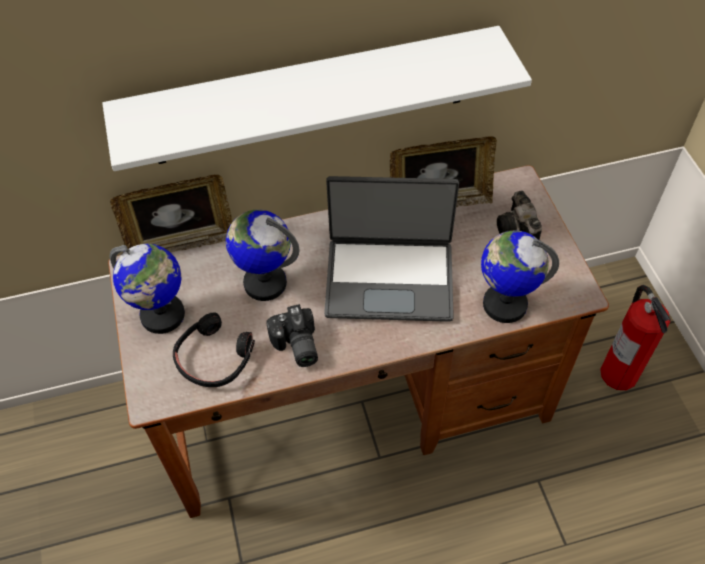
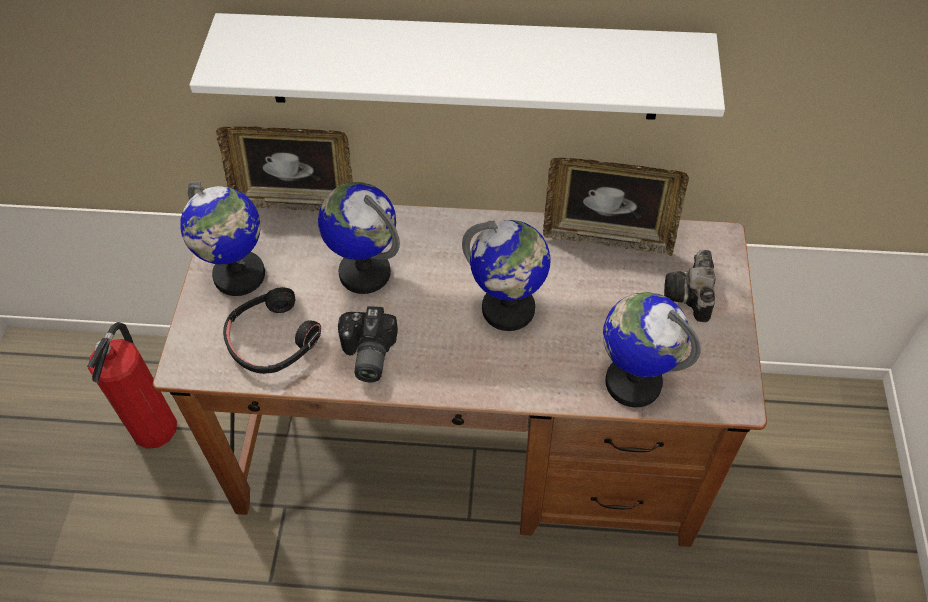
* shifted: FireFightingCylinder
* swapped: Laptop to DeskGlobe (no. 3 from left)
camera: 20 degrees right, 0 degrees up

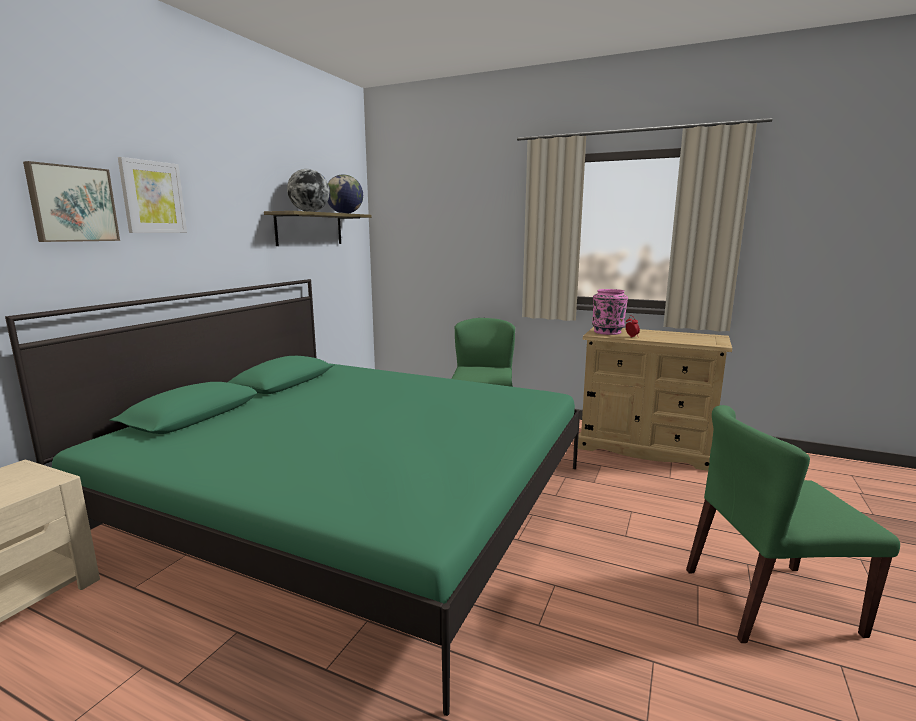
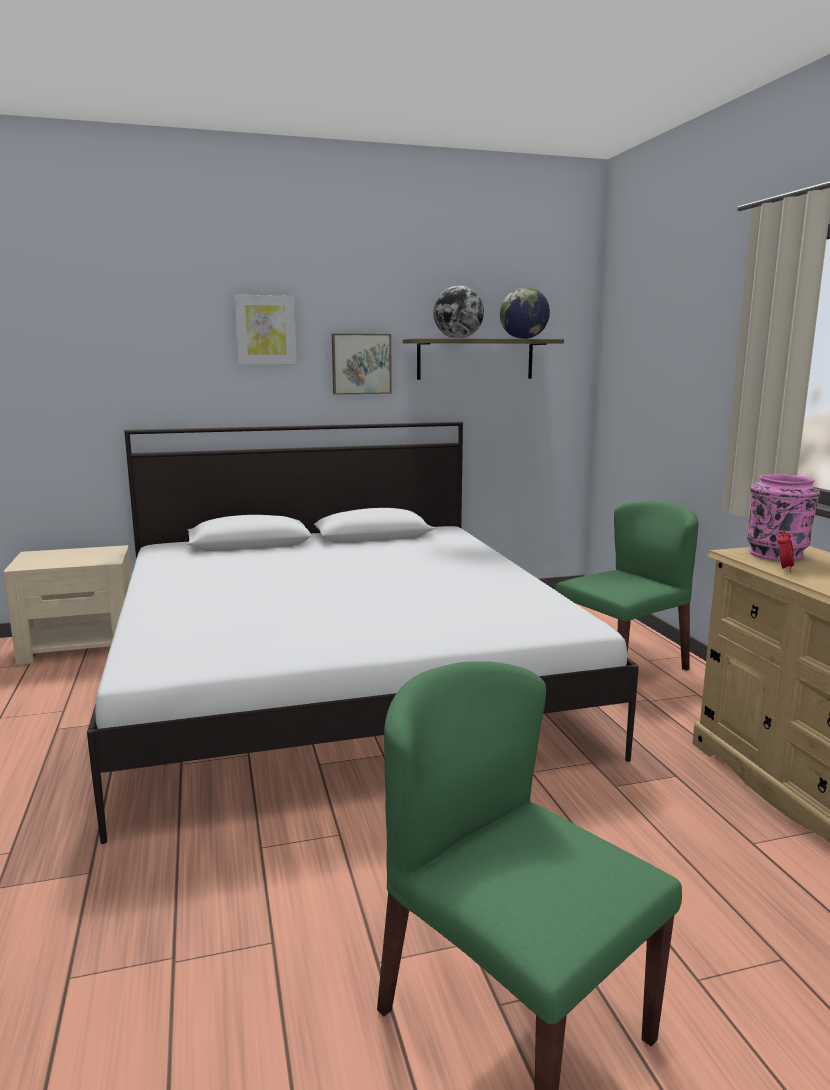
* shifted: Picture (no. 1 from left in the first image) to Picture (no. 2 from left)
* repainted: GreenishBed to WhiteColouredBed
camera: 50 degrees right, 0 degrees up

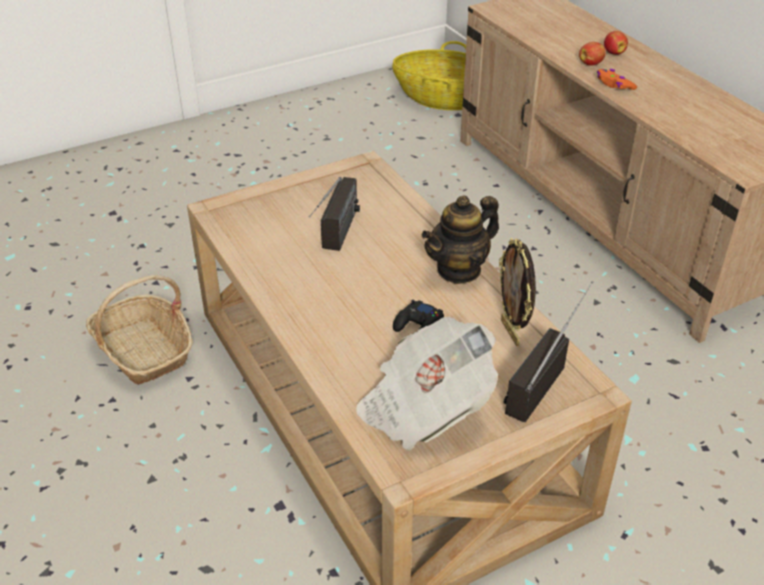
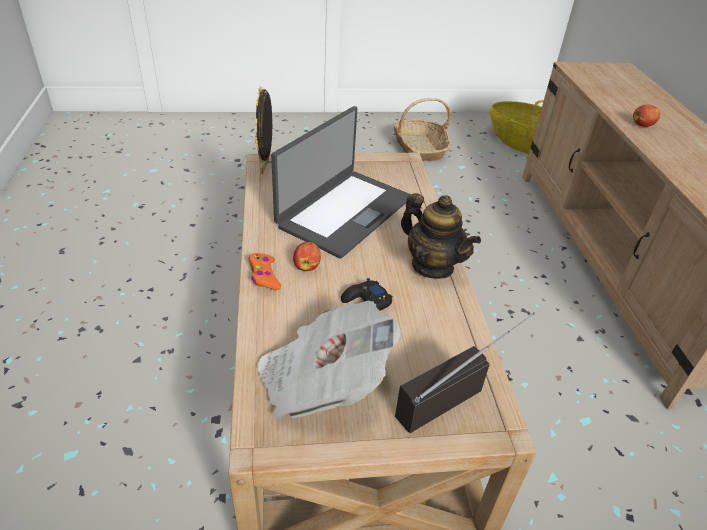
* shifted: HouseholdBasket (no. 1 from left)
* shifted: PhotoFrame
* shifted: OrangeyGamepad
* shifted: WholeApple (no. 2 from left in the first image) to WholeApple (no. 1 from left)
* swapped: Radio (no. 1 from left) to Laptop
* rotated: PotForTea 120 degrees counterclockwise
camera: 20 degrees right, 0 degrees up

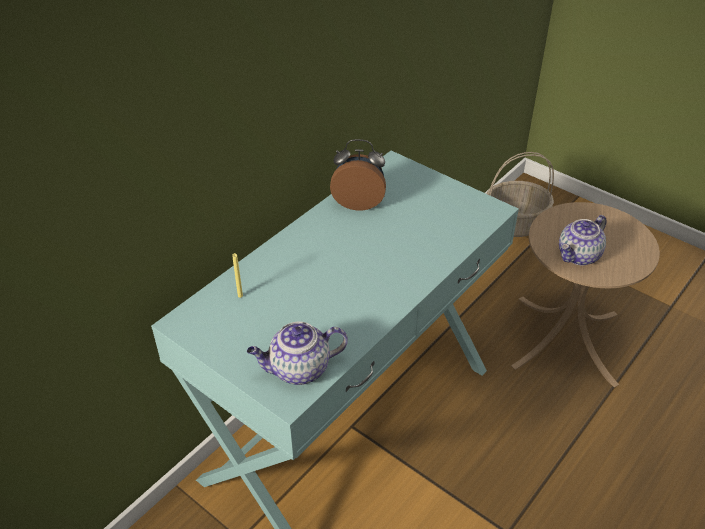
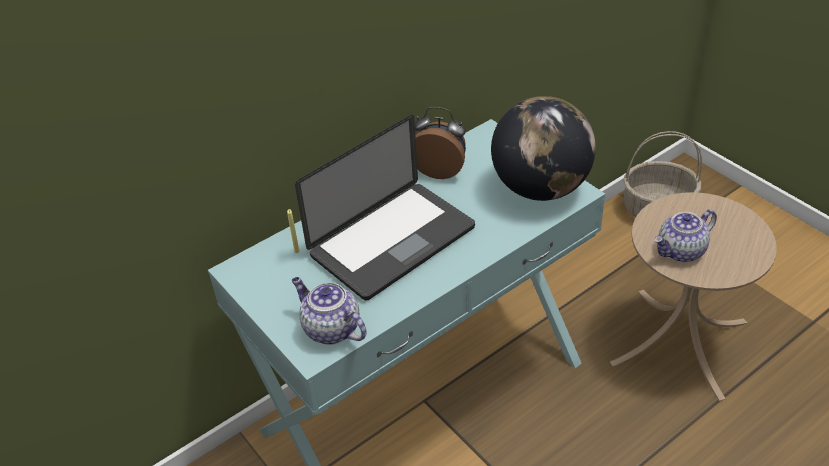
* new: Laptop
* new: DeskGlobe
* rotated: PotForTea (no. 1 from left) 45 degrees clockwise
camera: 15 degrees right, 0 degrees up

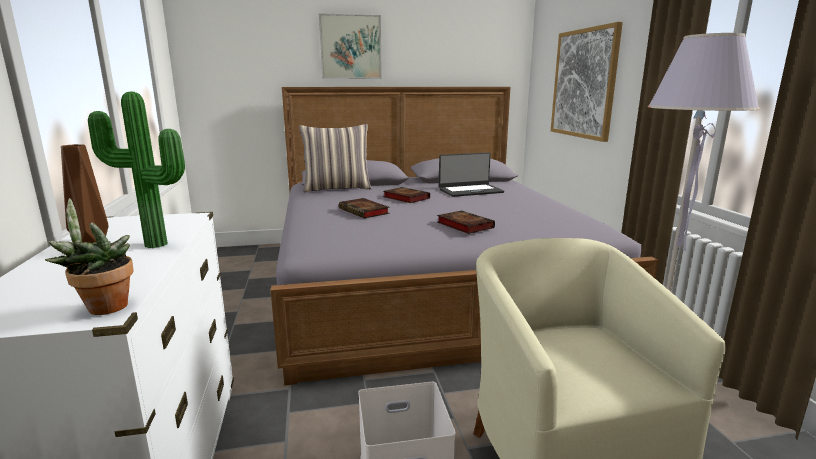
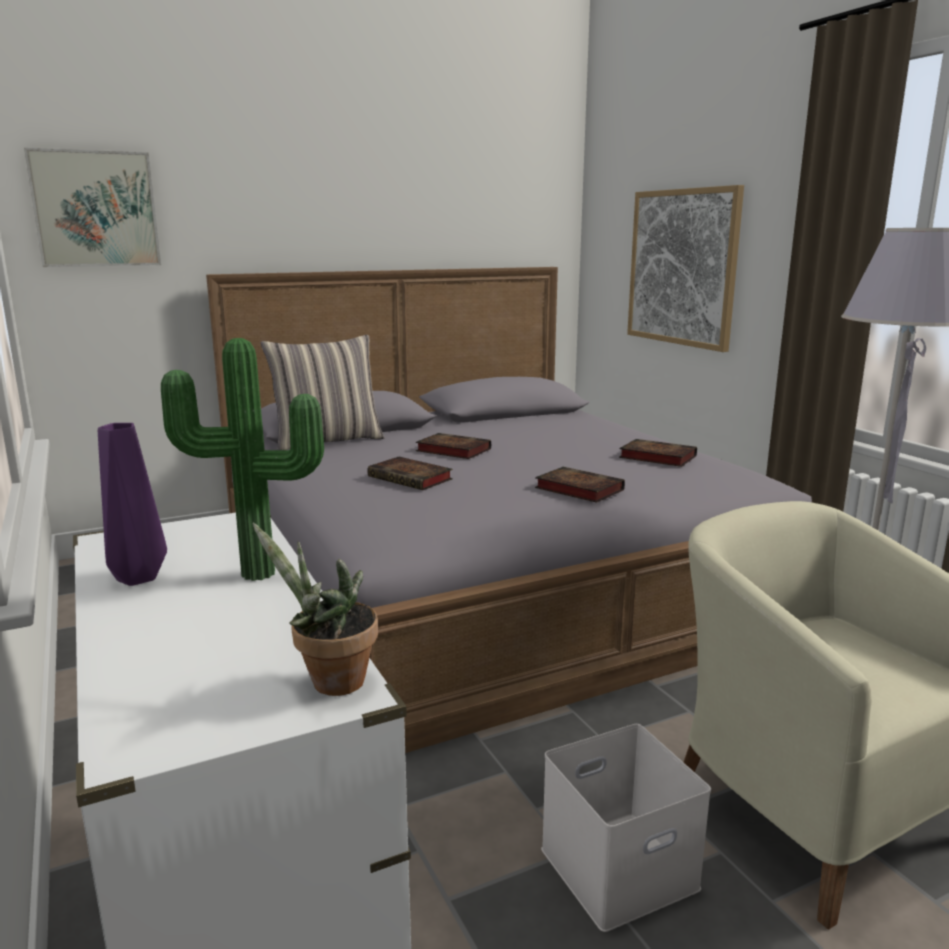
* gone: Laptop
* new: Volume (no. 4 from left)
* shifted: Picture (no. 1 from left)
* repainted: BrownishVase to PurpleColouredVase
camera: 15 degrees left, 0 degrees up

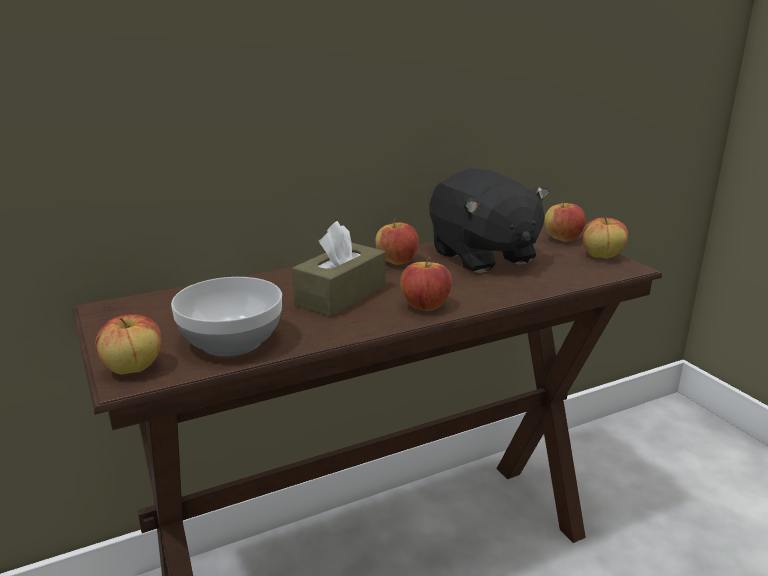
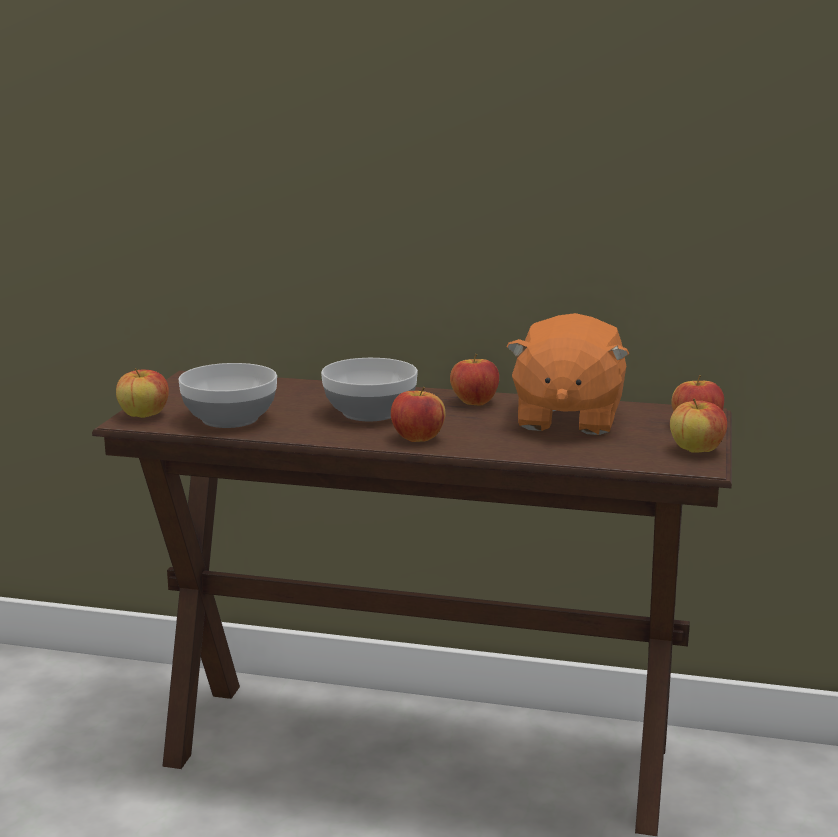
* swapped: BrownishTissueBox to Bowl (no. 2 from left)
* repainted: BlackColouredCuddlyToy to OrangeyCuddlyToy
camera: 40 degrees right, 5 degrees down

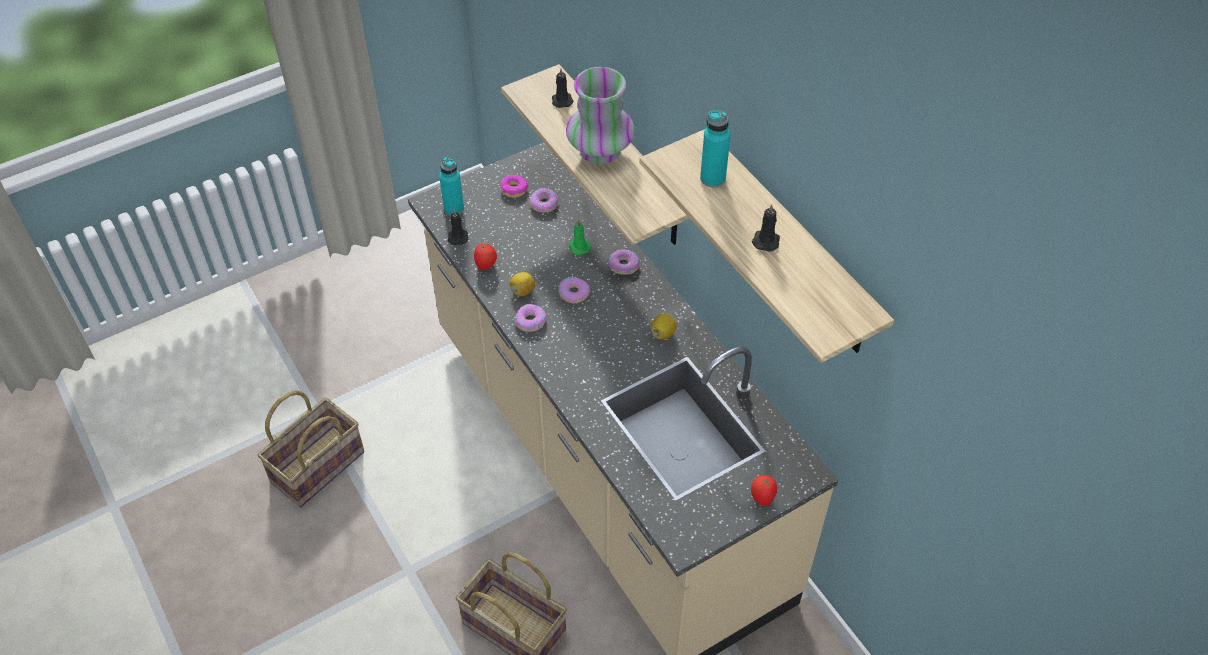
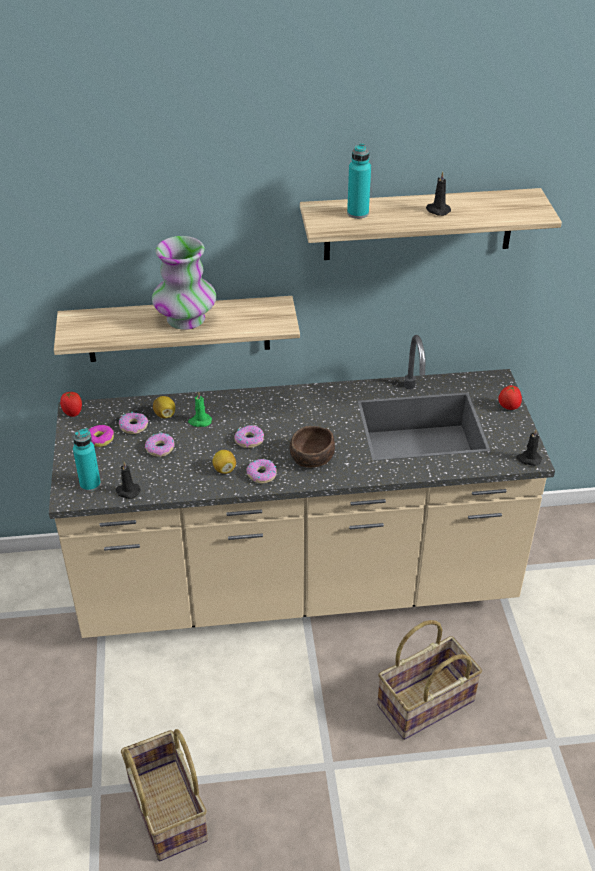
* new: BrownishBowl
* shifted: WholeTomato (no. 1 from left)
* shifted: BlackColouredWaxCandle (no. 2 from left in the first image) to BlackColouredWaxCandle (no. 3 from left)
* shifted: Doughnut (no. 5 from left in the first image) to Doughnut (no. 3 from left)
* shifted: Lemon (no. 2 from left in the first image) to Lemon (no. 1 from left)
camera: 65 degrees left, 10 degrees down

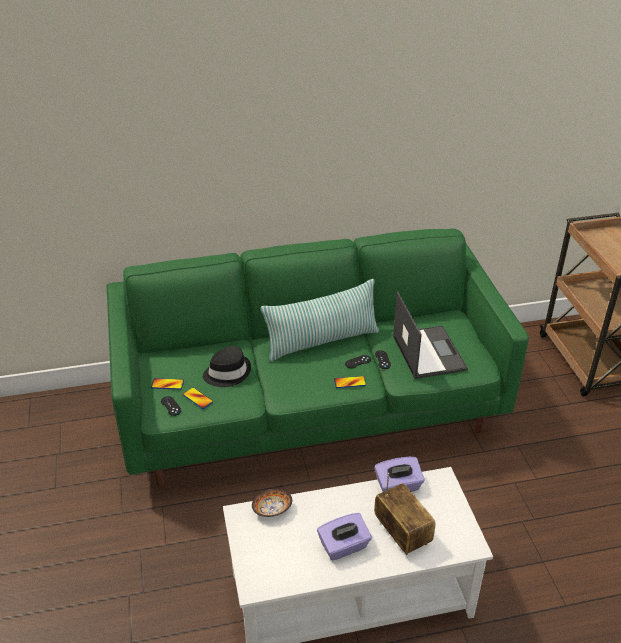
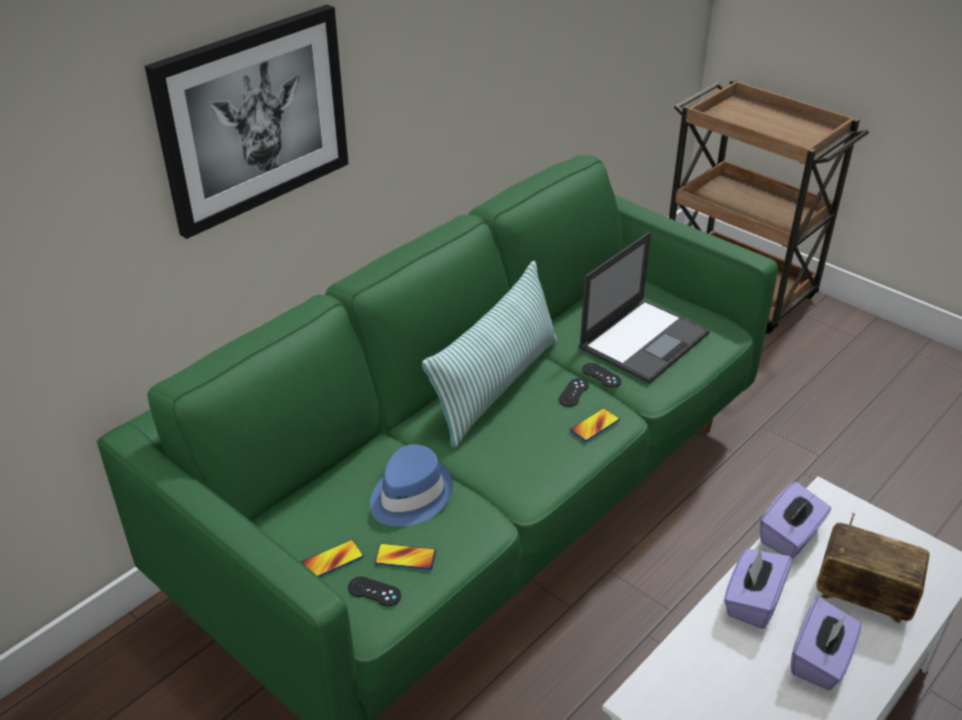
* gone: Bowl
* new: Picture
* new: PurpleColouredTissueBox (no. 1 from left)
* repainted: BlackColouredWearableHat to BluishWearableHat
* rotated: Laptop 90 degrees clockwise
camera: 35 degrees left, 0 degrees up

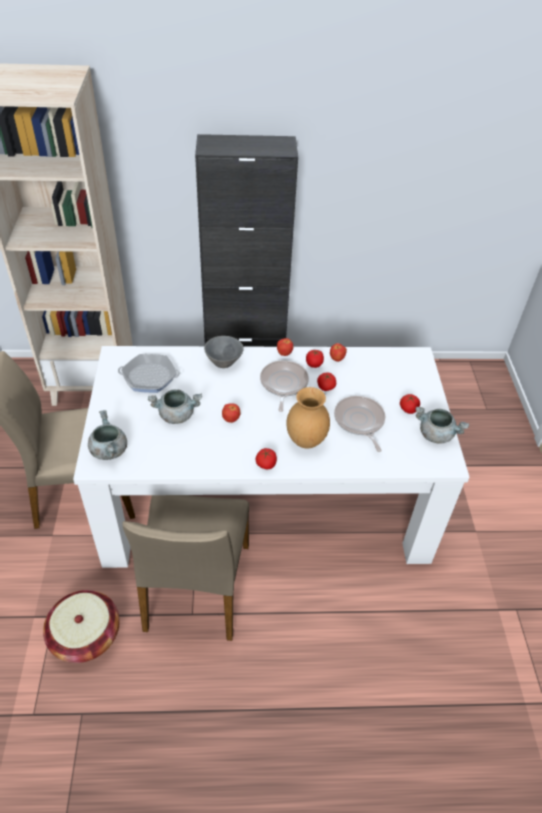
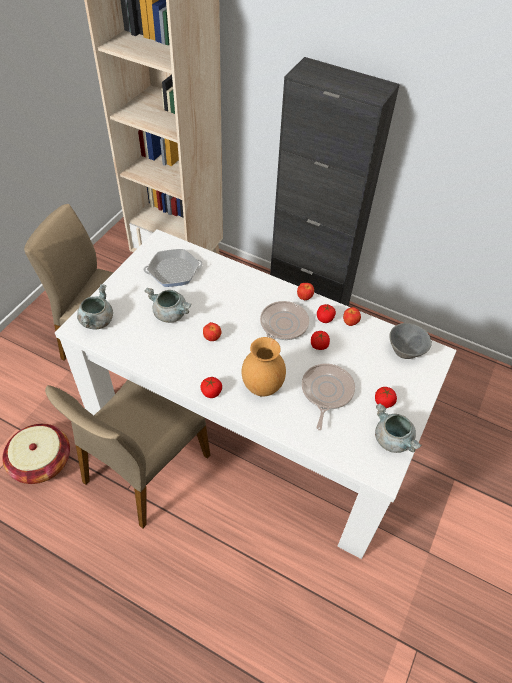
* shifted: GrayBowl
* rotated: Skillet (no. 1 from left) 135 degrees clockwise
camera: 30 degrees right, 5 degrees up

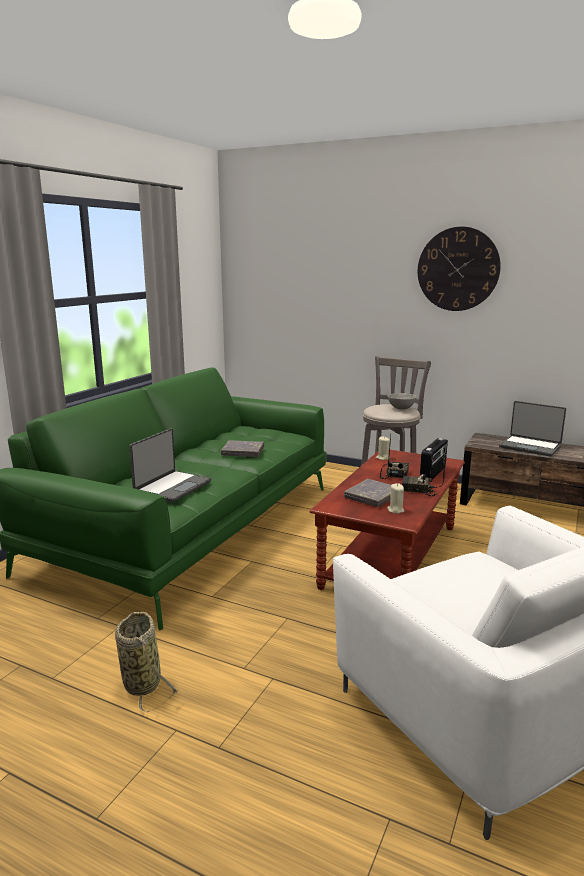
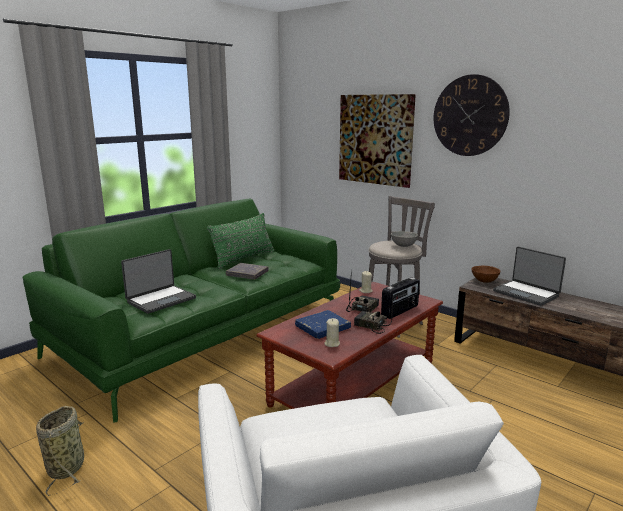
* new: GreenishPillow
* new: Picture
* new: BrownishBowl
* repainted: GrayVolume (no. 2 from left) to BluishVolume
camera: 15 degrees right, 0 degrees up

